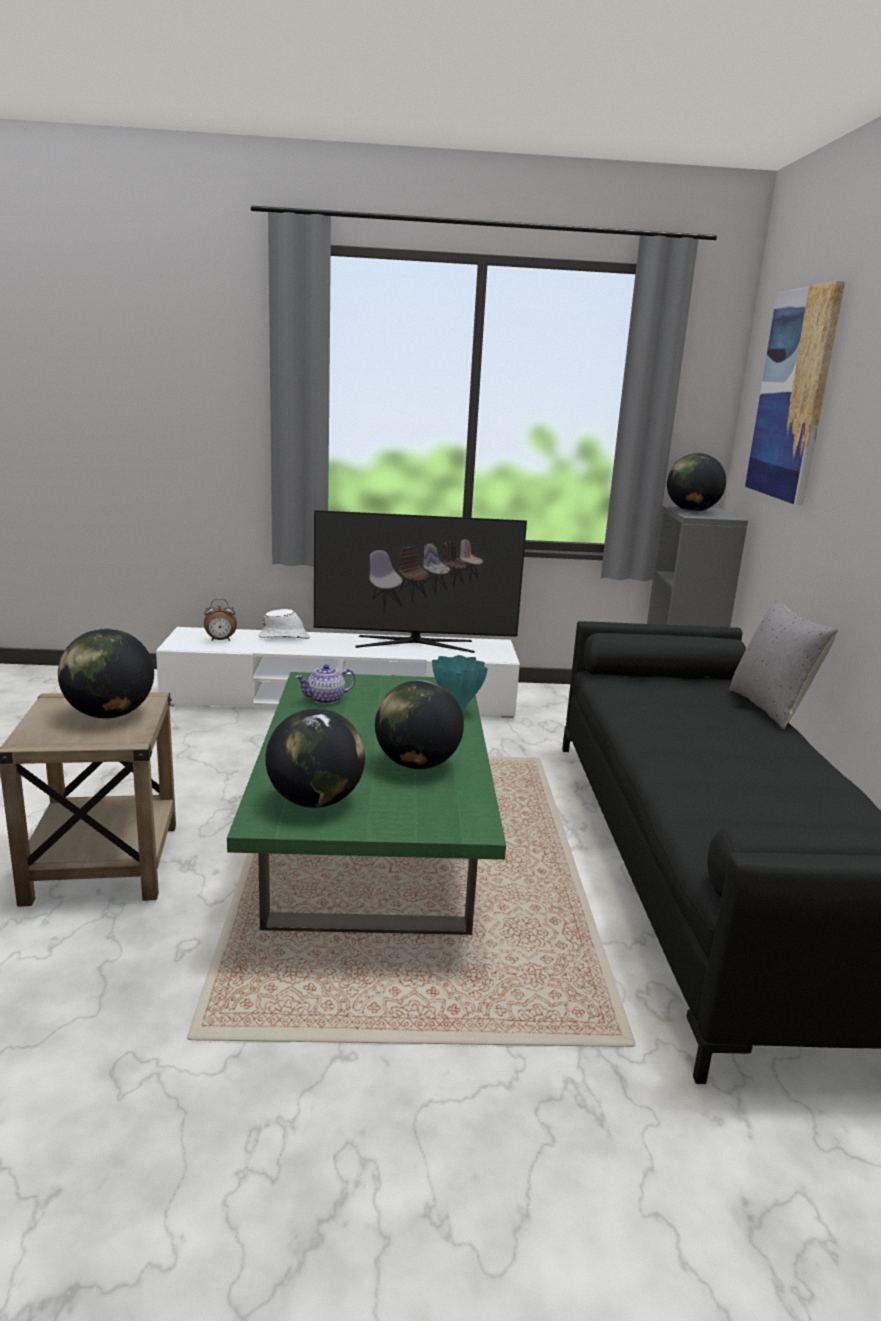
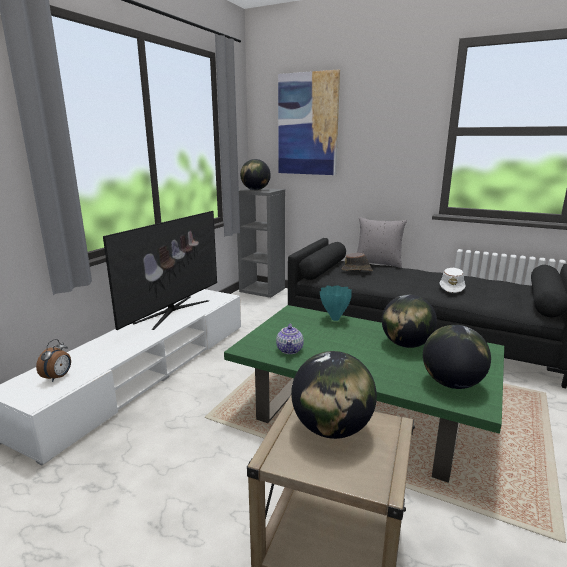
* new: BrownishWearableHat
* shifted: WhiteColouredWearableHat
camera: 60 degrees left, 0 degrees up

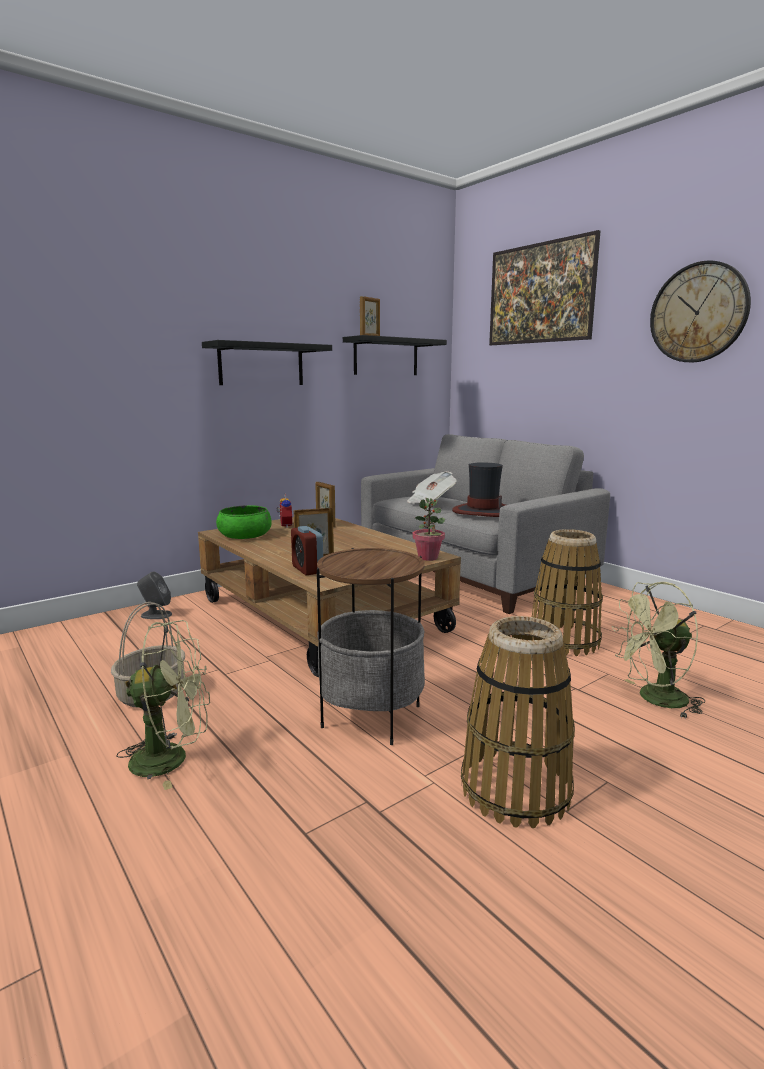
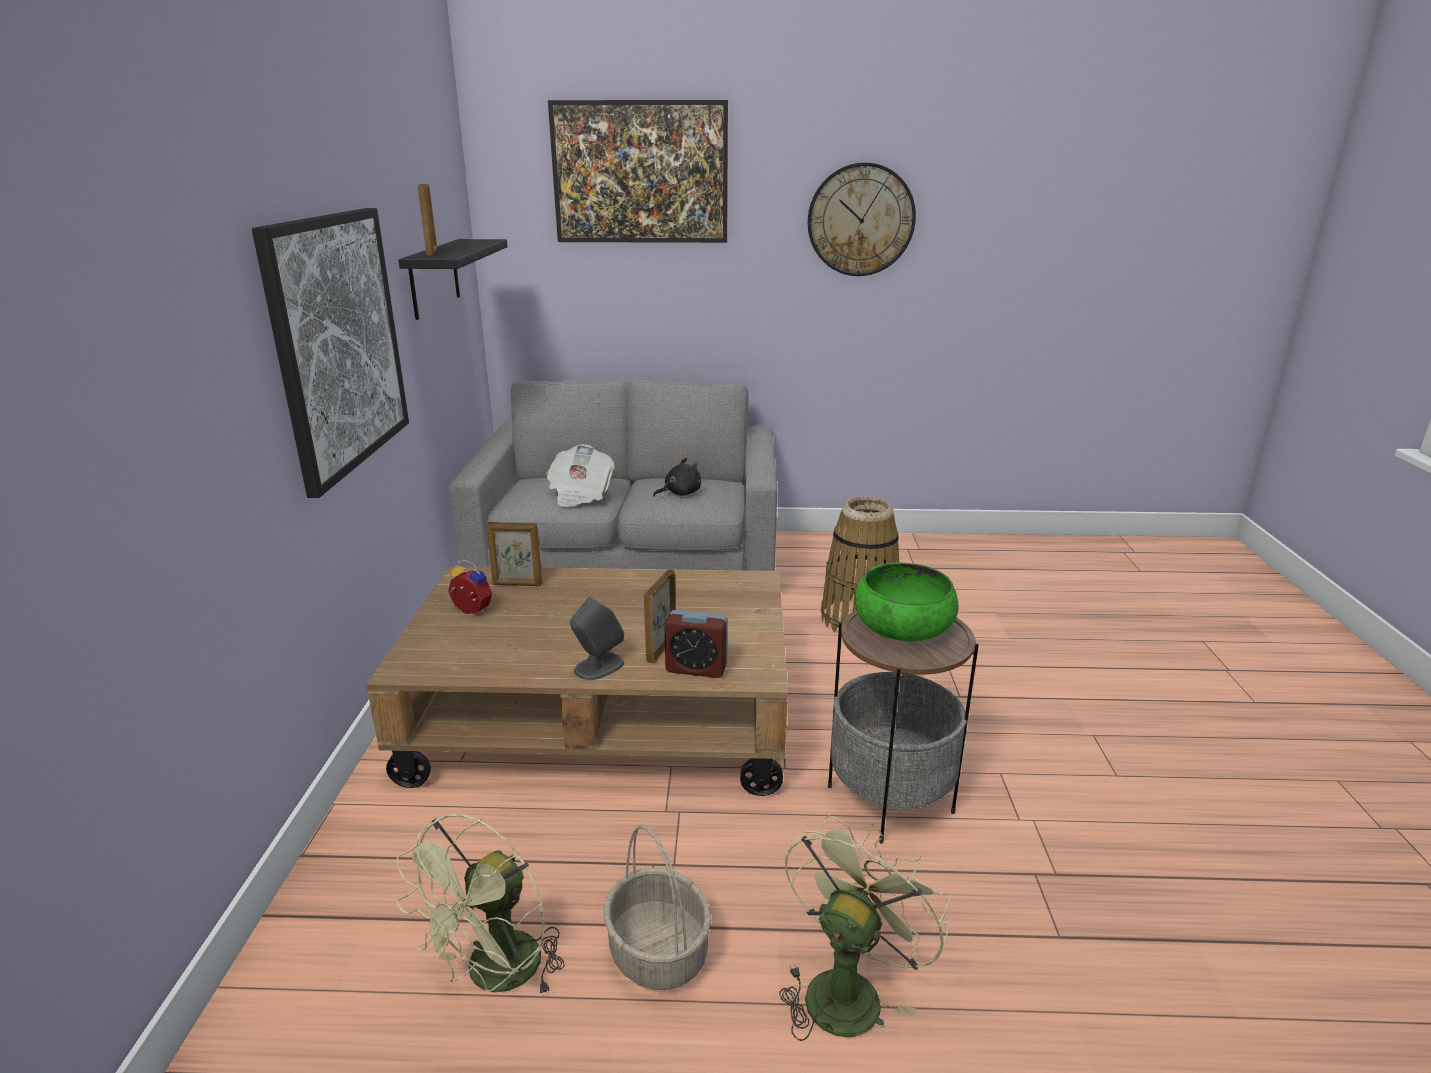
* gone: PlantInAPot
* gone: HouseholdBasket (no. 2 from left)
* shifted: GraySpeaker
* shifted: GreenishBowl
* shifted: GreenishElectricFan (no. 2 from left in the first image) to GreenishElectricFan (no. 1 from left)
* swapped: BlackColouredWallShelf (no. 1 from left) to Picture (no. 1 from left)
* swapped: WearableHat to BlackColouredCuddlyToy
camera: 50 degrees left, 10 degrees up

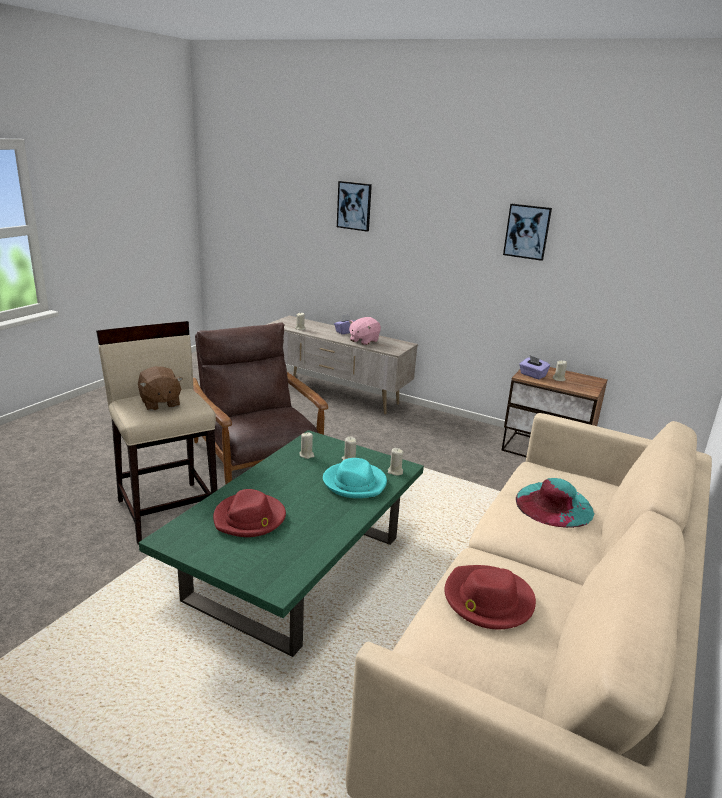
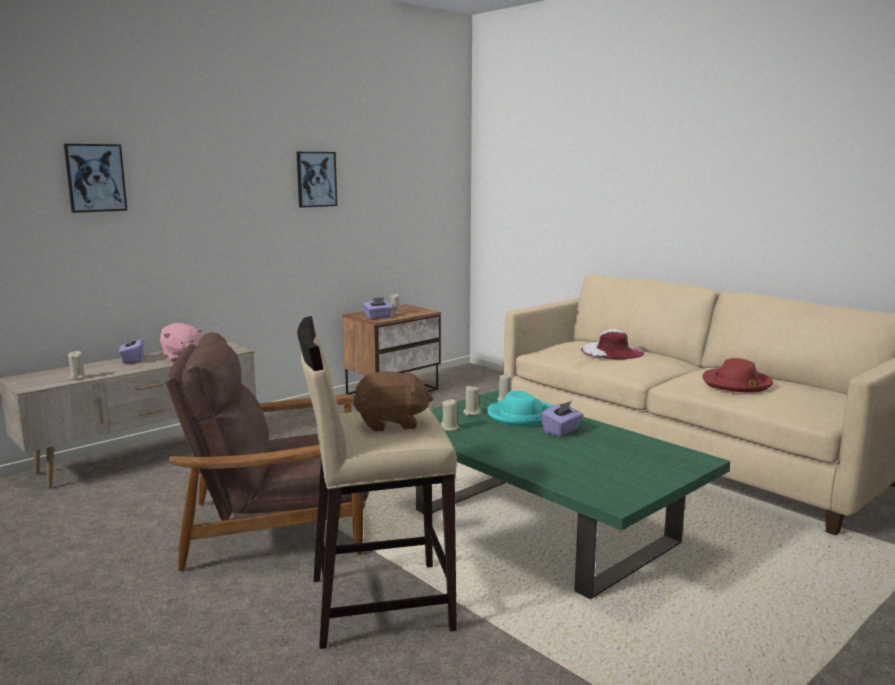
* gone: RedWearableHat (no. 1 from left)
* new: PurpleColouredTissueBox (no. 3 from left)
* repainted: BlueGreenWearableHat (no. 2 from left) to WhiteColouredWearableHat
camera: 70 degrees left, 10 degrees down

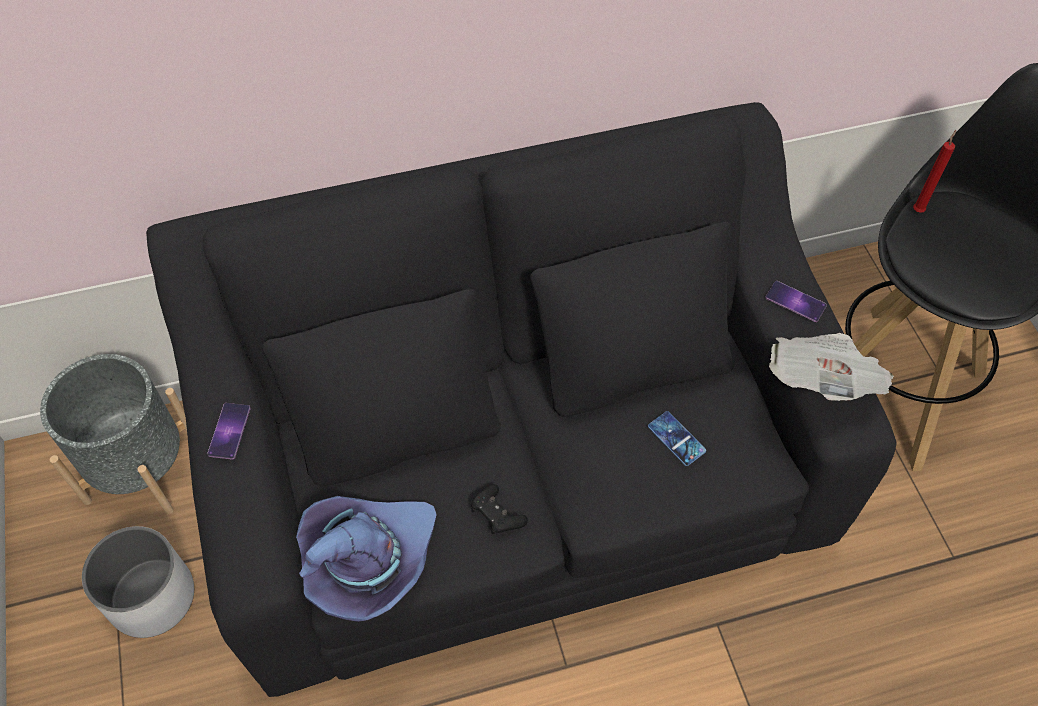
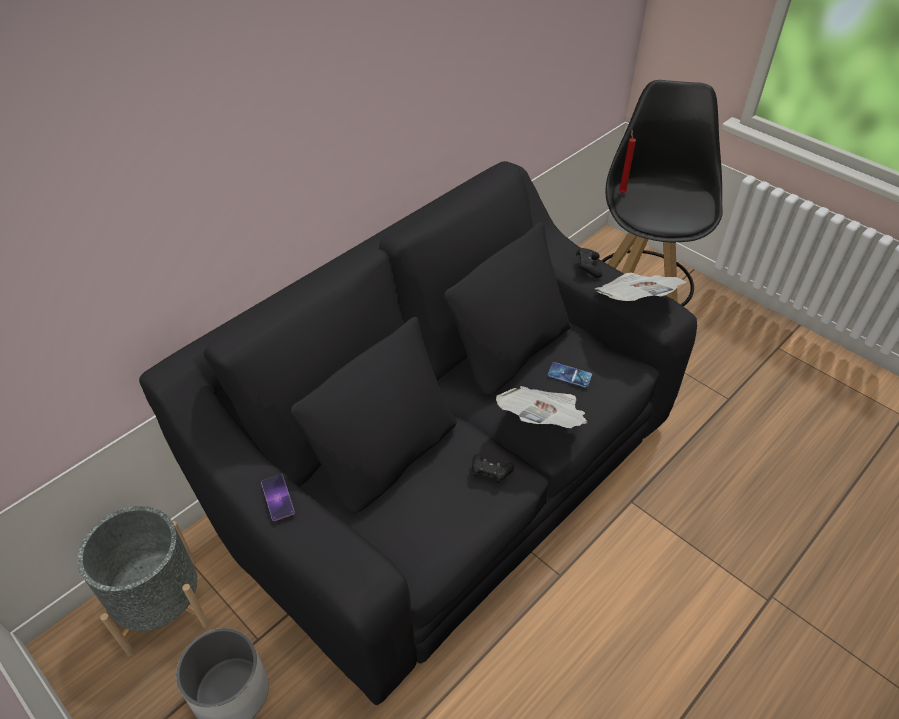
* gone: PurpleColouredWearableHat
* new: Newspaper (no. 1 from left)
* swapped: Telephone (no. 3 from left) to BlackColouredGamepad (no. 2 from left)
camera: 30 degrees left, 10 degrees down

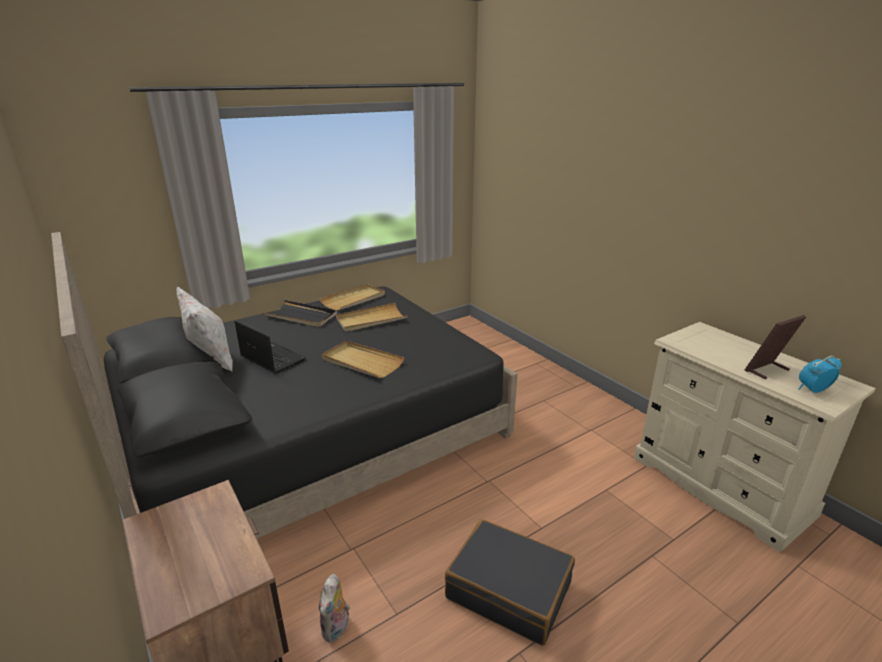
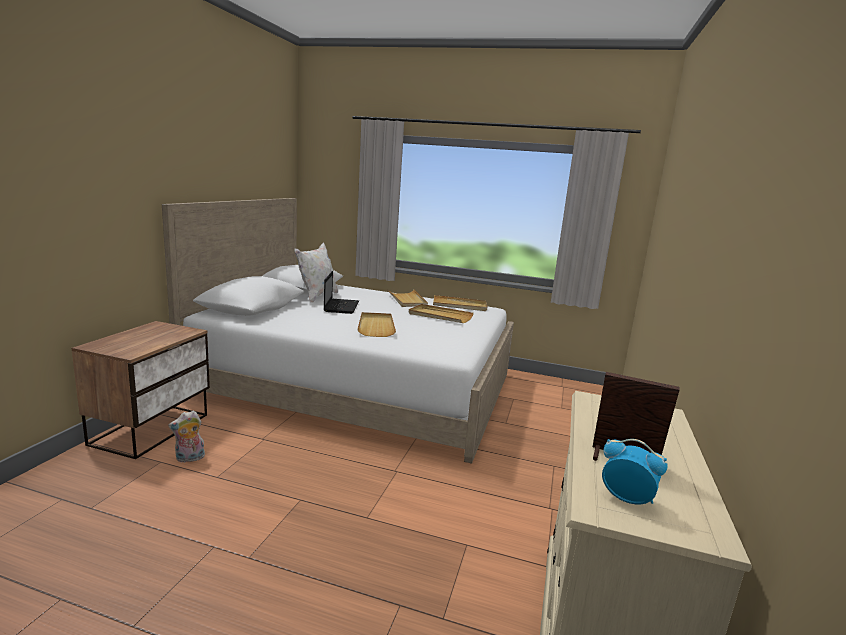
* gone: BlackColouredTravelCase
* repainted: BlackColouredBed to WhiteColouredBed
* repainted: BlackColouredCarryingTray to BeigeColouredCarryingTray (no. 2 from left)
camera: 50 degrees right, 10 degrees down

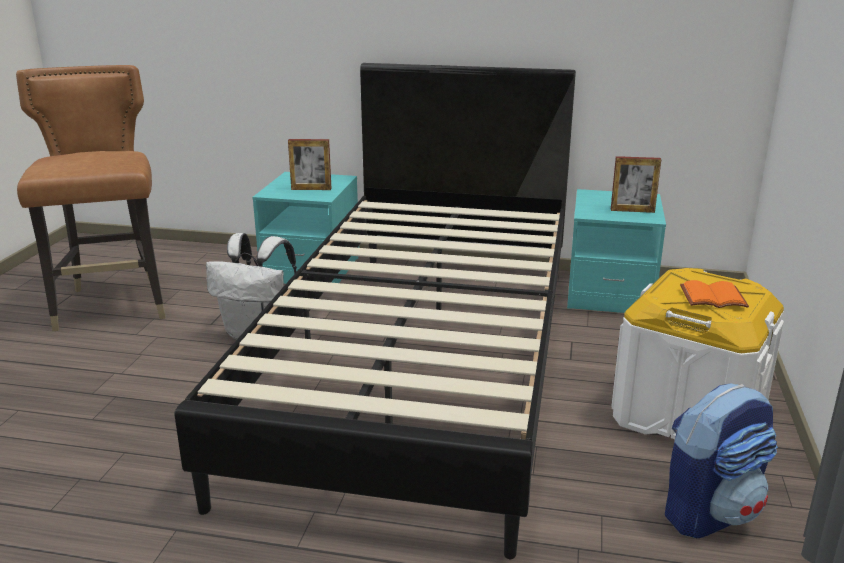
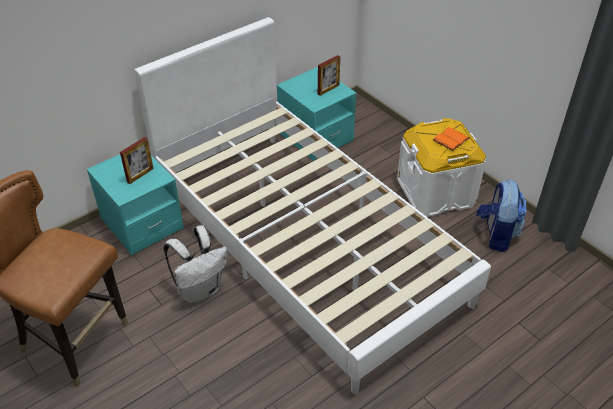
* repainted: BlackColouredBed to WhiteColouredBed
camera: 50 degrees left, 20 degrees up

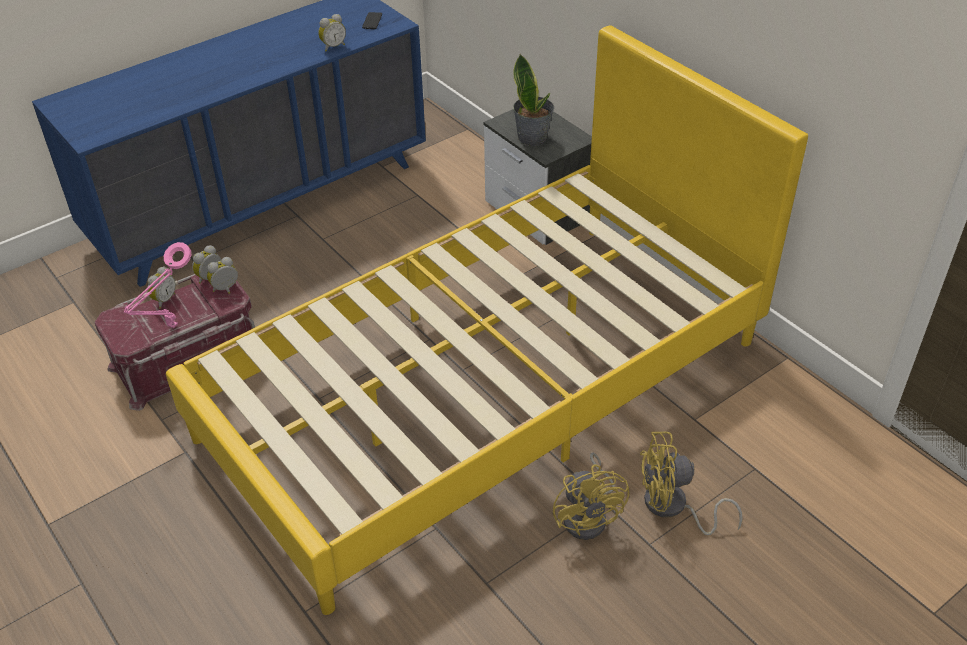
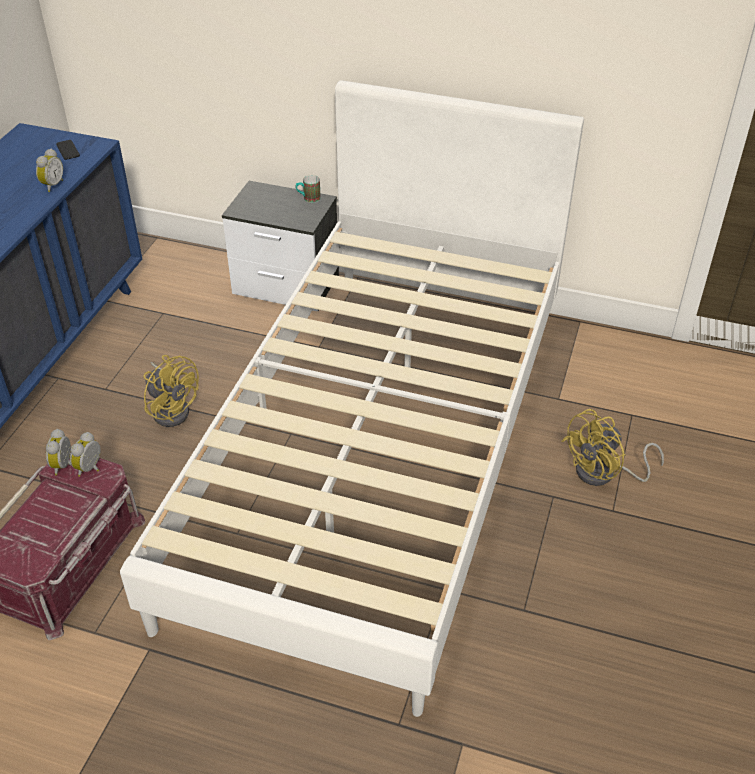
* gone: PinkColouredTabletopLamp
* gone: BedsideClock (no. 1 from left)
* gone: PlantInAPot
* new: TeaMug
* shifted: YellowColouredElectricFan (no. 1 from left)
* repainted: YellowColouredBed to WhiteColouredBed
camera: 35 degrees left, 0 degrees up

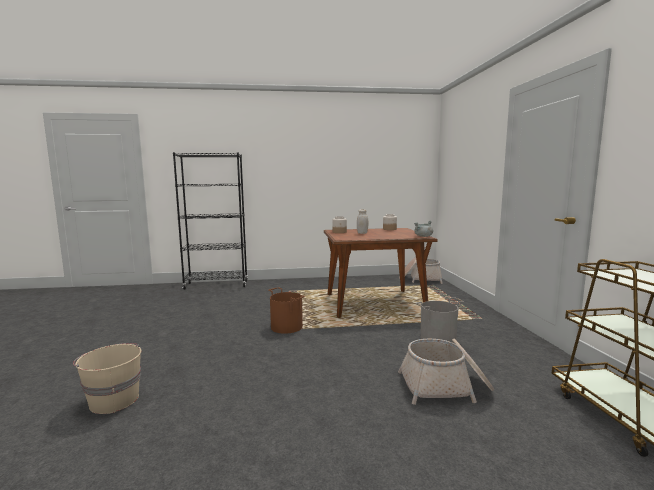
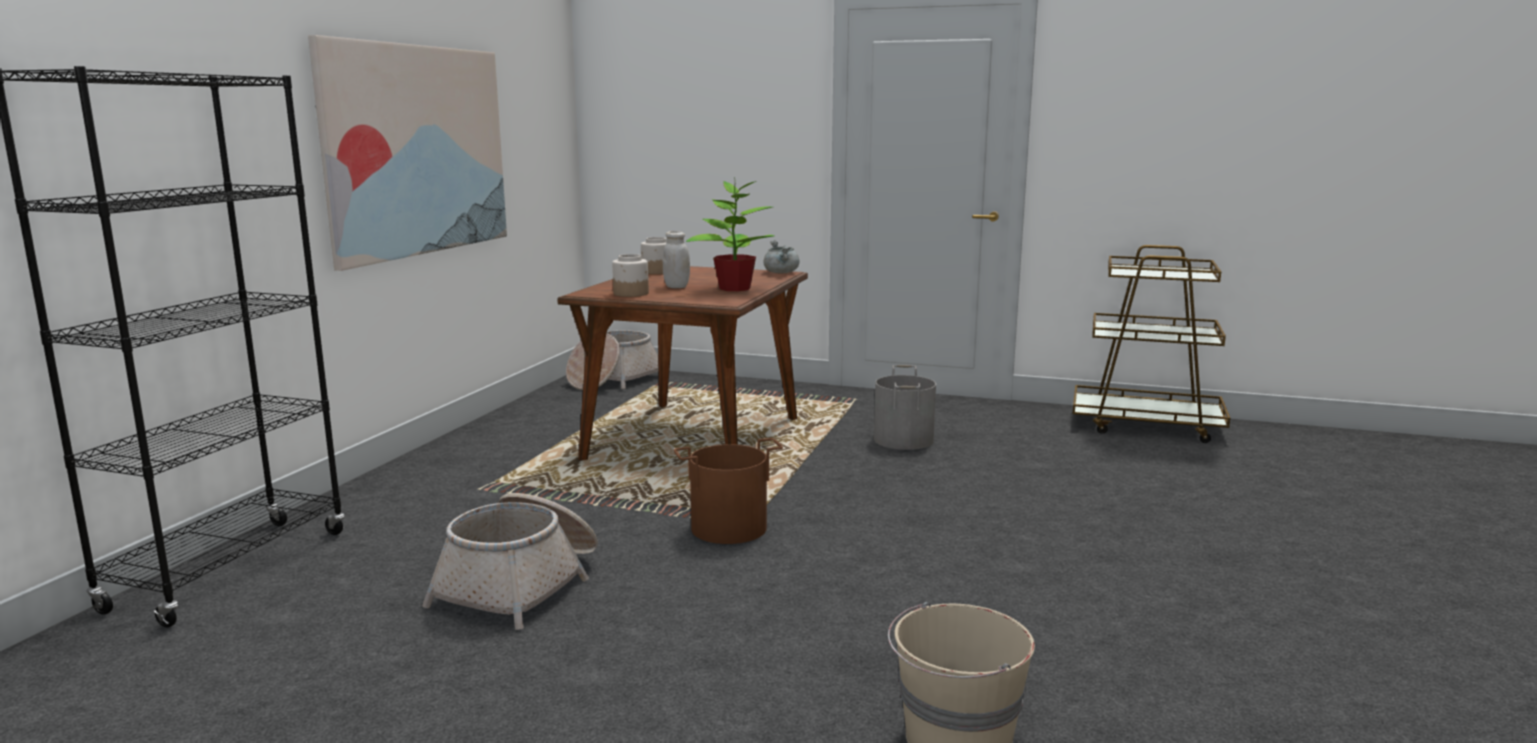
* new: Picture
* new: PlantInAPot
* shifted: HouseholdBasket (no. 2 from left in the first image) to HouseholdBasket (no. 1 from left)
camera: 65 degrees left, 5 degrees up

